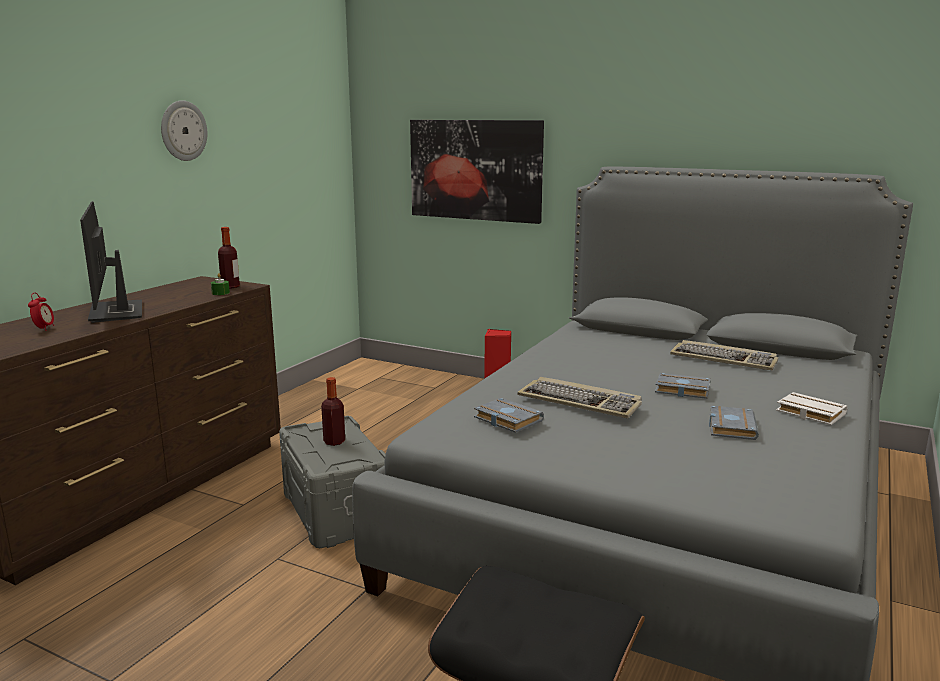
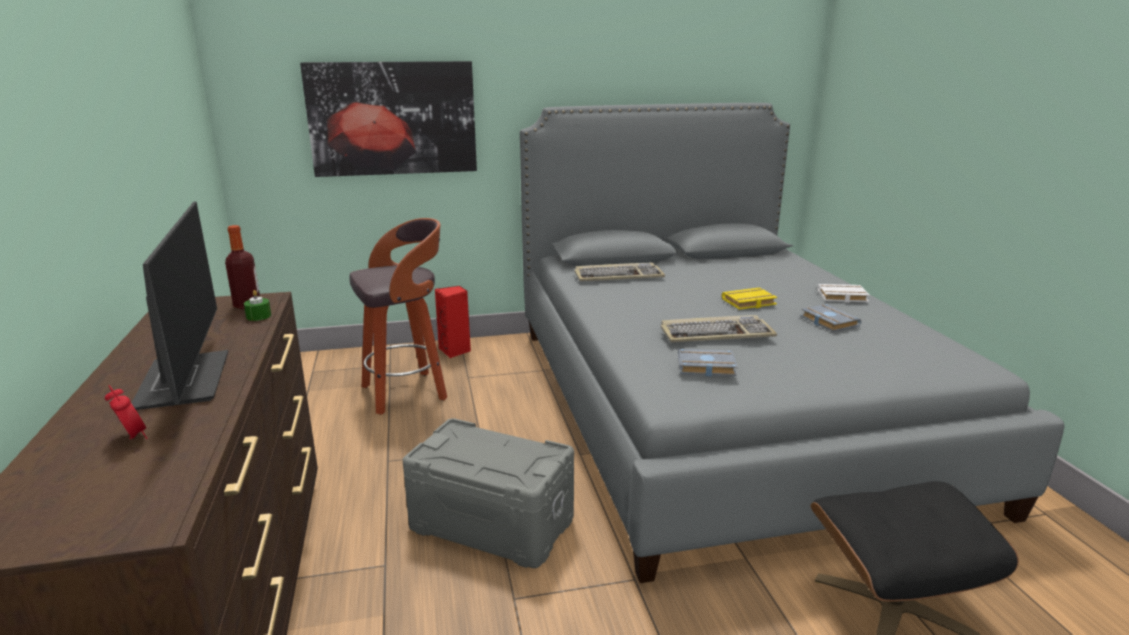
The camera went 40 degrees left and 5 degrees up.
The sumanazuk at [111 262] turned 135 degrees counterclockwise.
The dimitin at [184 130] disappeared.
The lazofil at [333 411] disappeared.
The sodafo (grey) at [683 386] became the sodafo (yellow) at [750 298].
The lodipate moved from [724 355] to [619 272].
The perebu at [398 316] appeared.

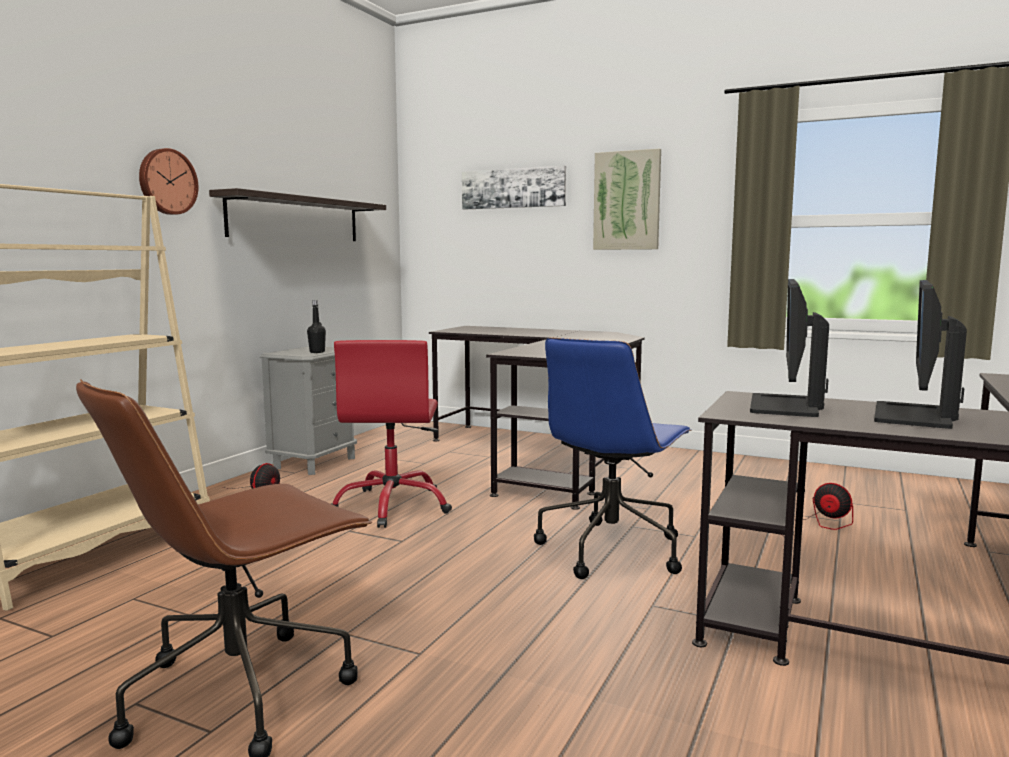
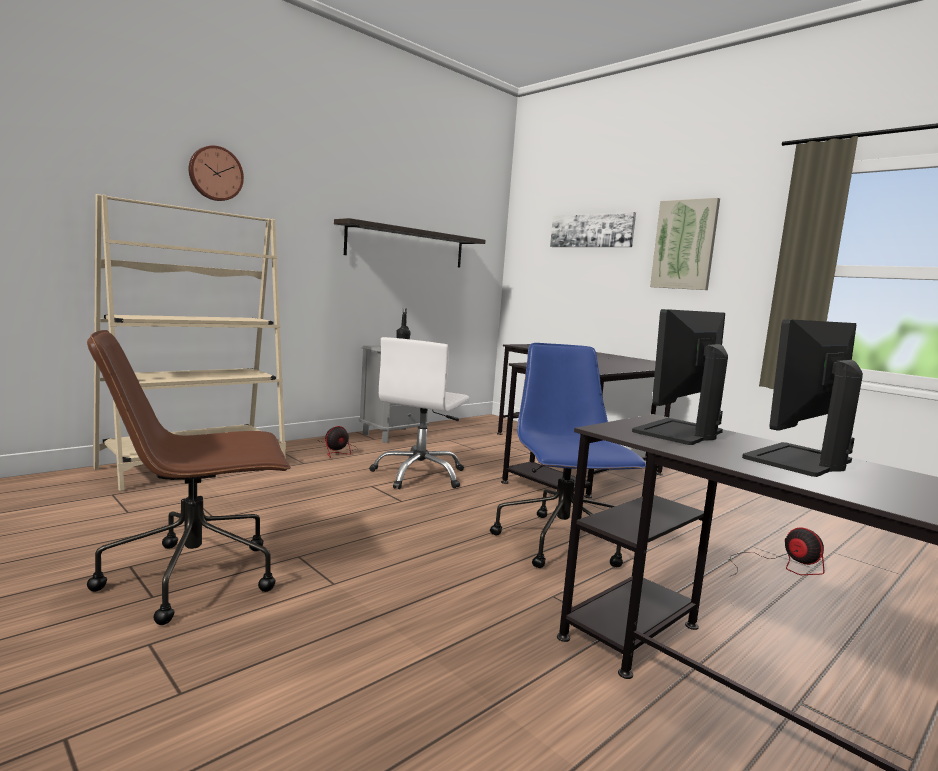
The camera went 20 degrees right and 0 degrees up.
The dimitin moved from [168 181] to [216 173].
The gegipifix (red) at [391 434] became the gegipifix (white) at [419 413].
The gegipifix (blue) at [613 458] turned 120 degrees clockwise.

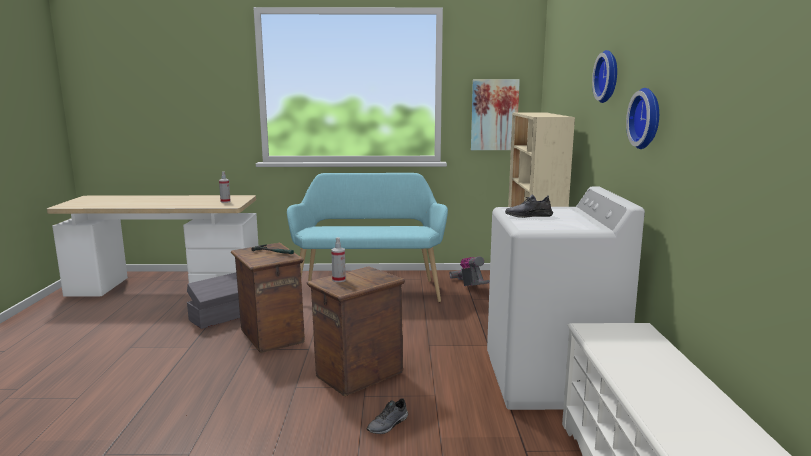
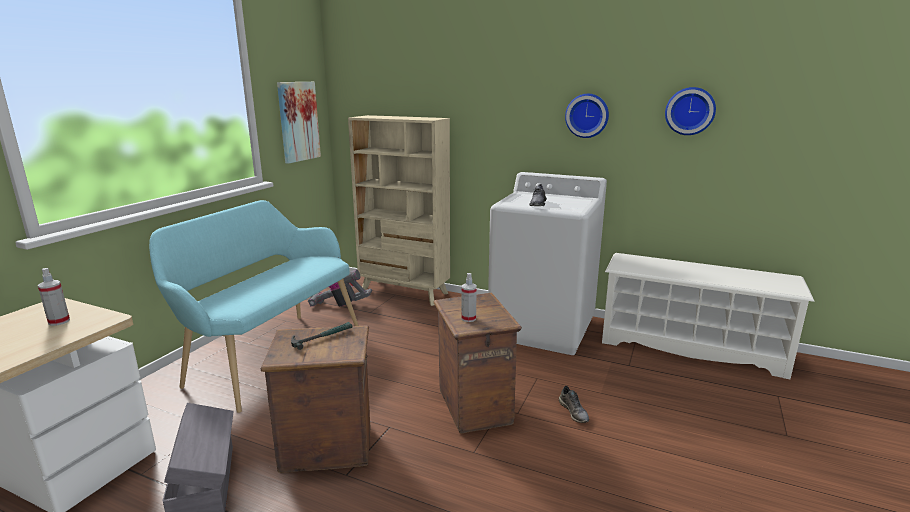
The camera went 65 degrees left and 5 degrees up.
The dimitin moved from [604 76] to [690 111].

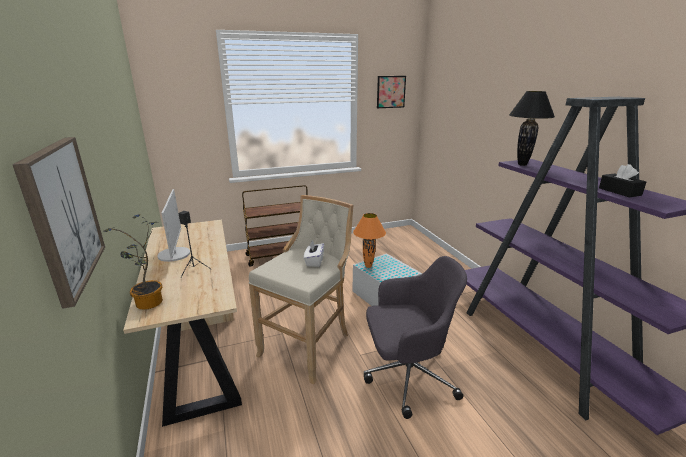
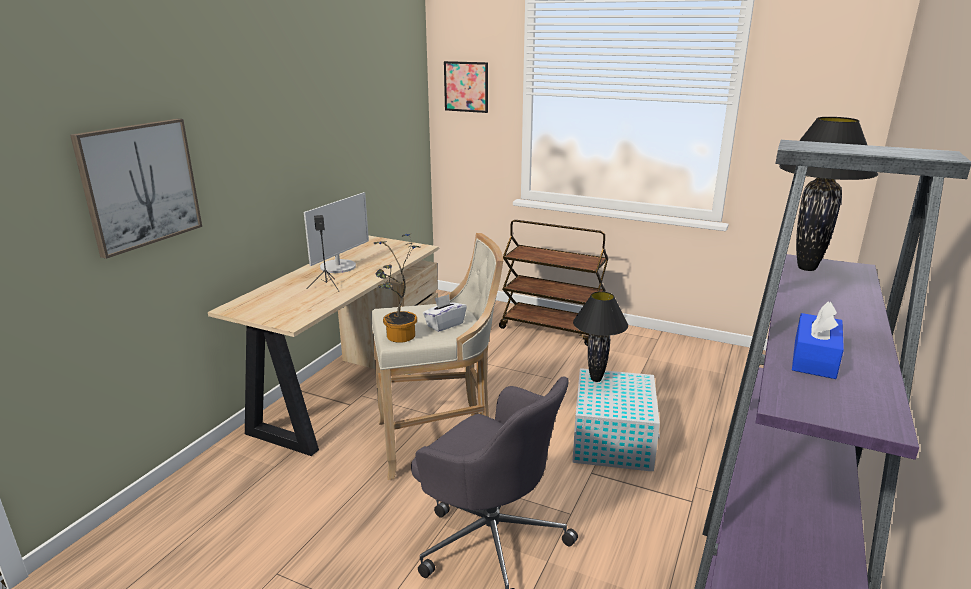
The camera went 45 degrees right and 0 degrees up.
The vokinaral moved from [133 262] to [397 288].
The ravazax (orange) at [369 240] became the ravazax (black) at [600 336].
The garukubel moved from [391 92] to [466 87].
The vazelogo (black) at [622 180] became the vazelogo (blue) at [818 340].

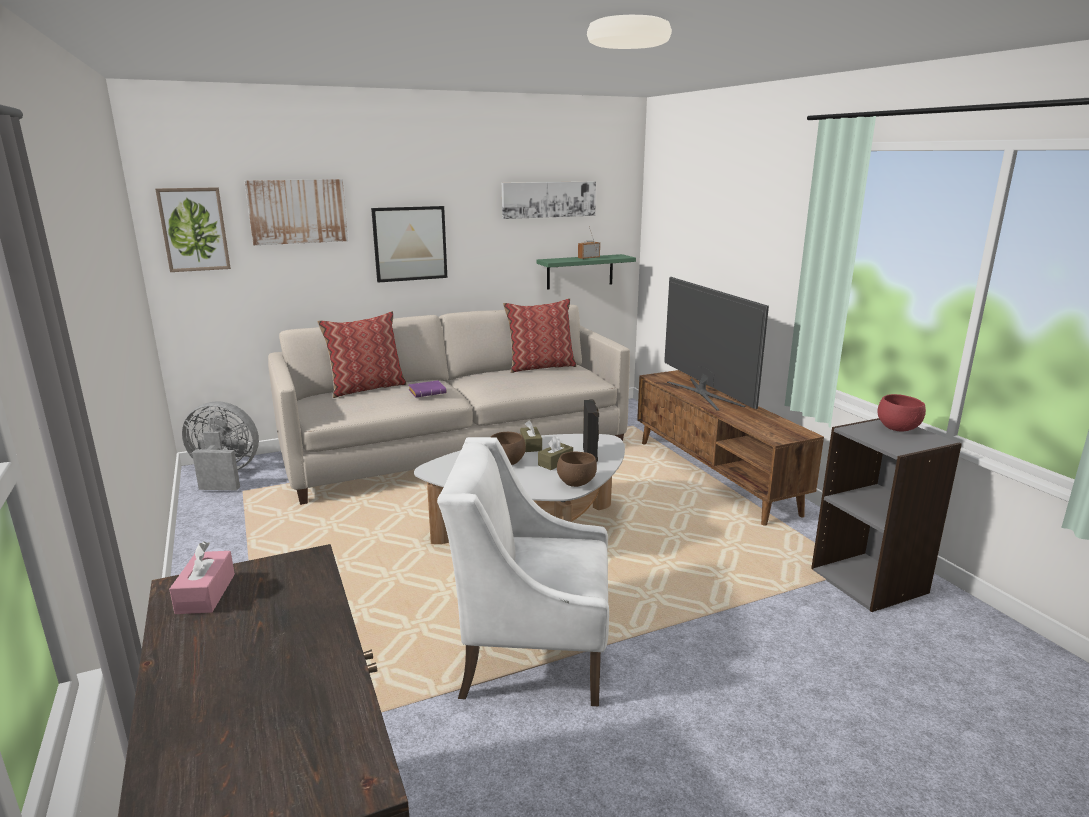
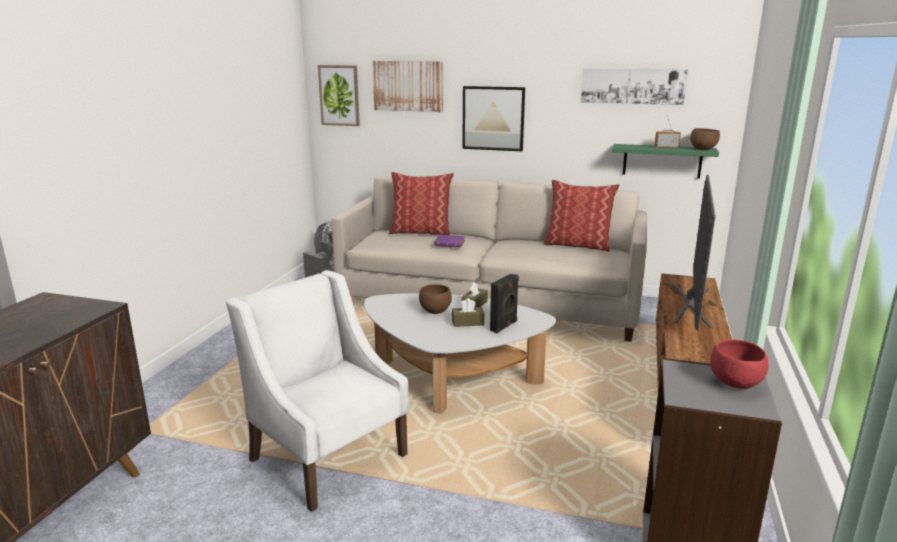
The camera went 40 degrees right and 0 degrees up.
The vazelogo (pink) at [202 577] disappeared.
The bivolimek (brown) moved from [577 469] to [705 139].

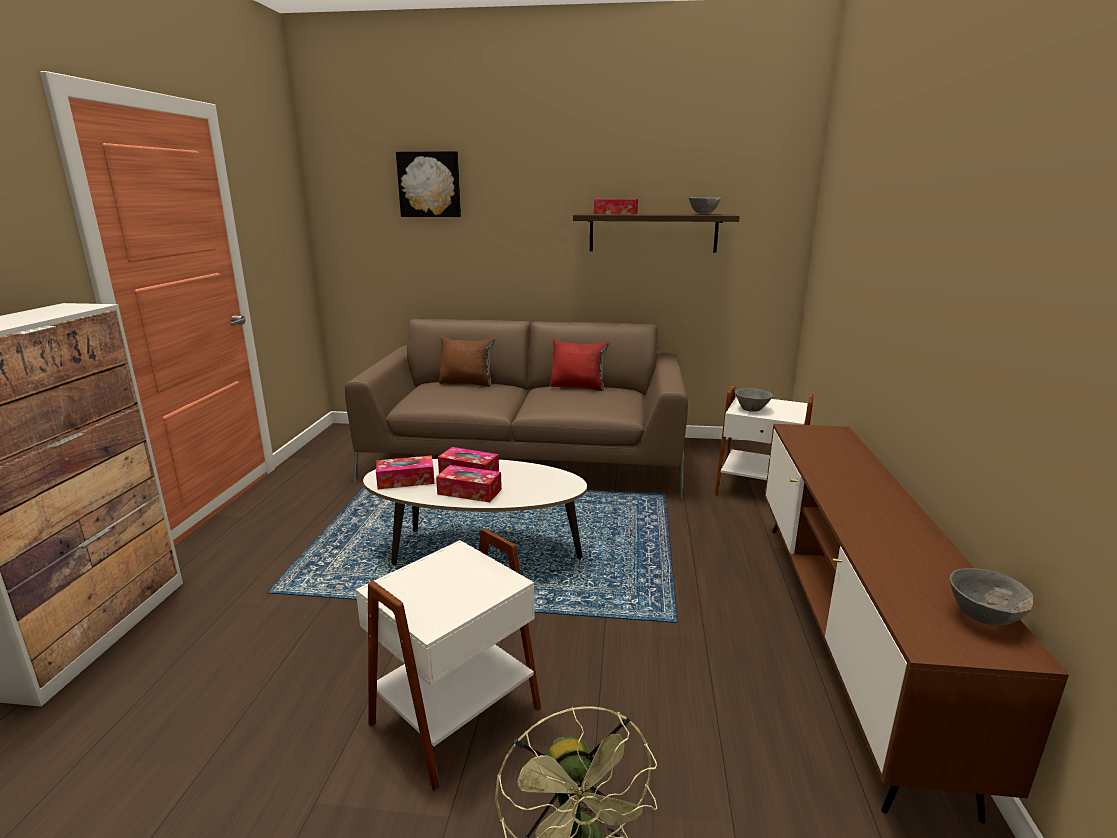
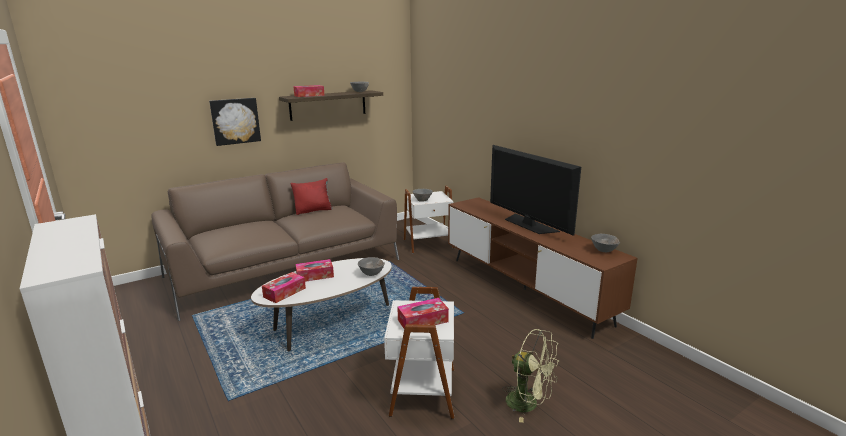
The camera went 40 degrees left and 0 degrees up.
The garukubel moved from [428 184] to [235 122].
The vazelogo moved from [469 483] to [423 313].
The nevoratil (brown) at [467 362] disappeared.
The bivolimek (grey) at [371 266] appeared.
The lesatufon at [535 190] appeared.

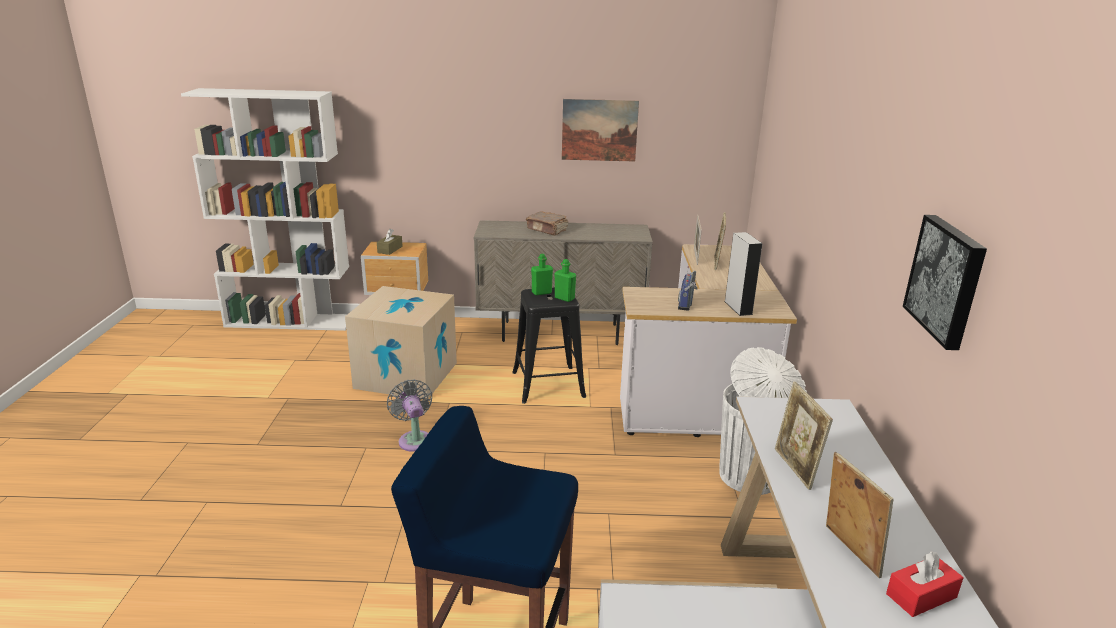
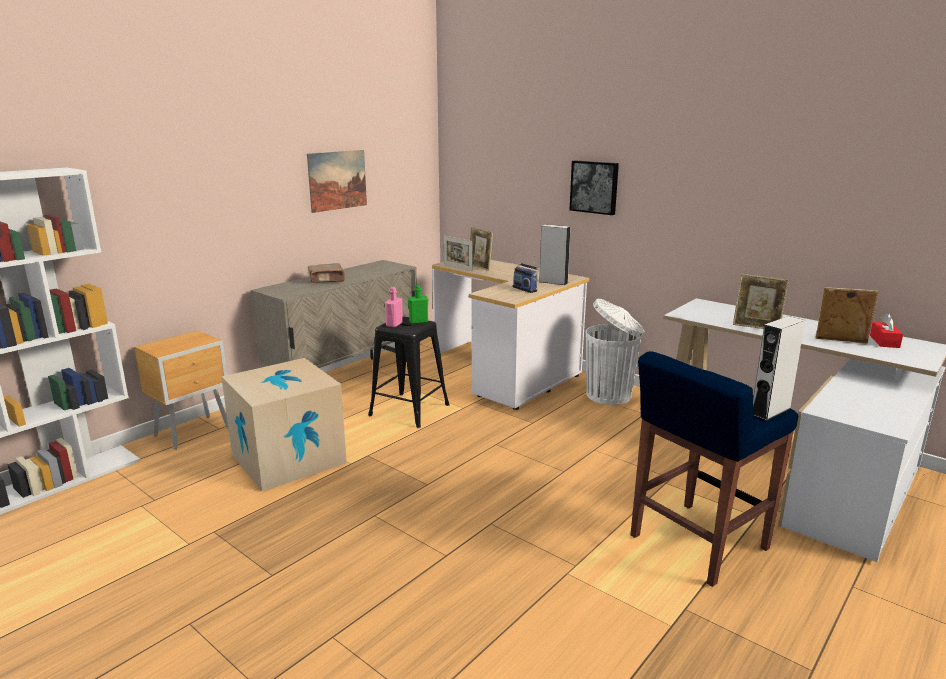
The camera went 50 degrees left and 5 degrees down.
The vazelogo (brown) at [390 242] disappeared.
The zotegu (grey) at [409 415] disappeared.
The lazofil (green) at [542 274] became the lazofil (pink) at [394 307].
The garukubel moved from [945 282] to [594 187].
The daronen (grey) at [779 368] appeared.

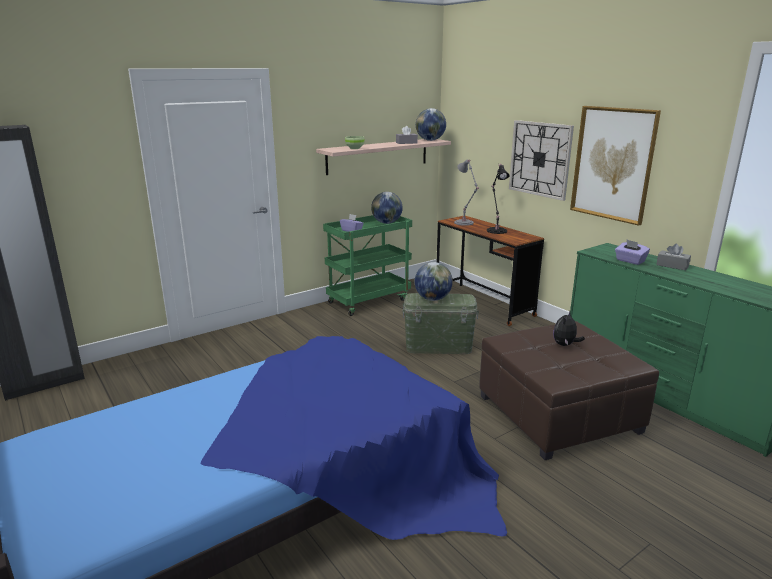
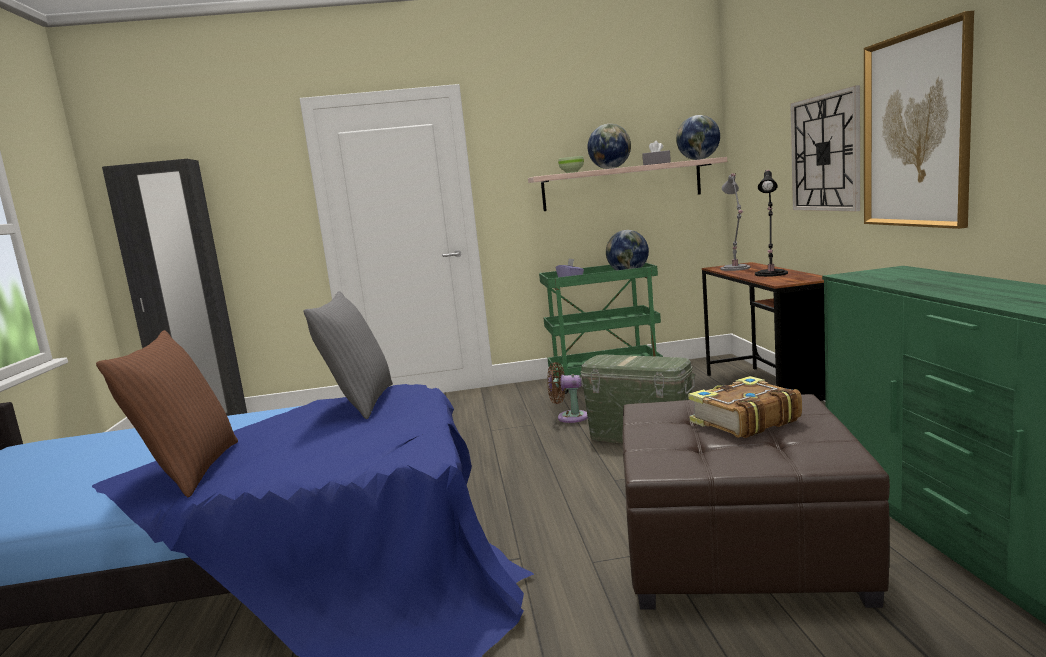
The camera went 30 degrees right and 10 degrees down.
The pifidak moved from [434 281] to [609 146].
The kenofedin at [569 328] was replaced by the sodafo at [745 407].
The vazelogo (purple) at [632 252] disappeared.
The vazelogo (grey) at [673 257] disappeared.
The nevoratil (brown) at [167 414] appeared.
The nevoratil (grey) at [348 355] appeared.
The zotegu (brown) at [567 392] appeared.

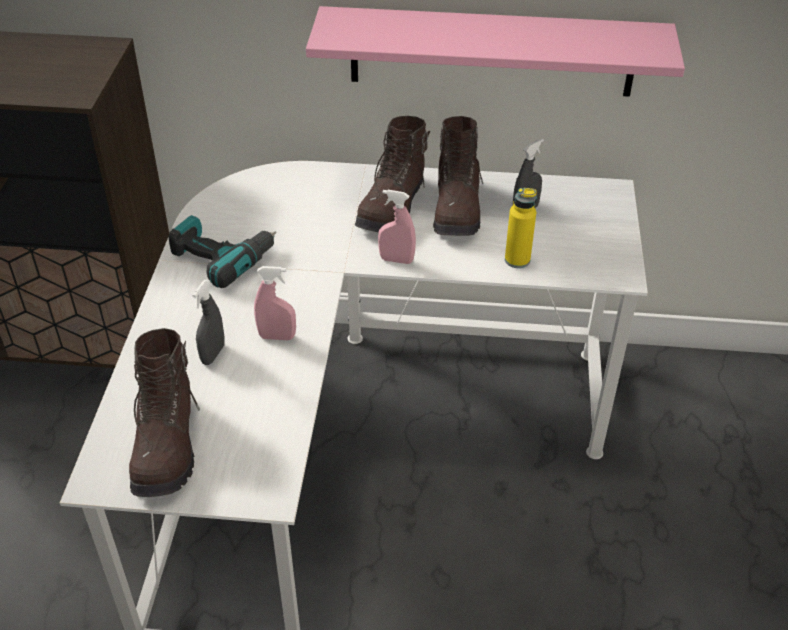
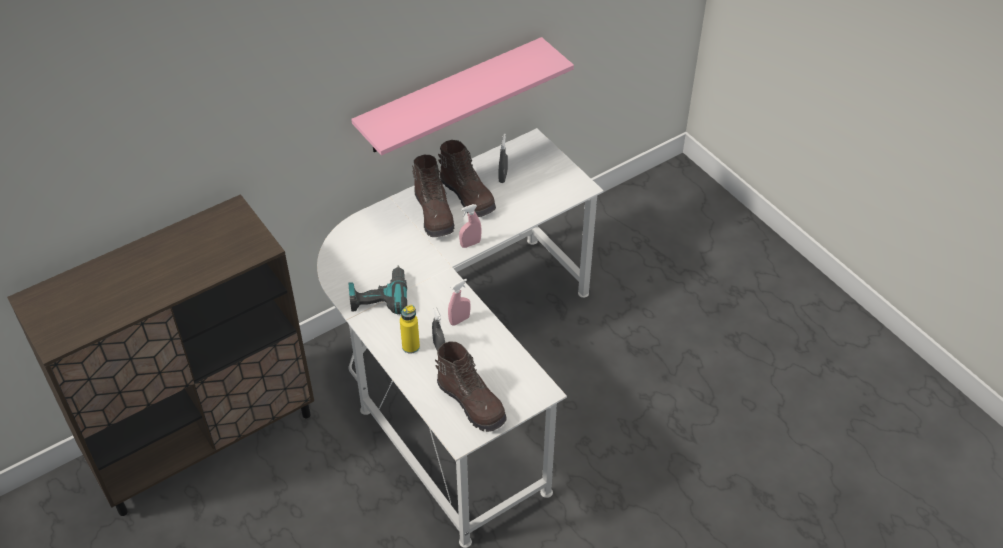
The camera went 40 degrees left and 5 degrees up.
The lazofil (yellow) moved from [521 228] to [410 329].

